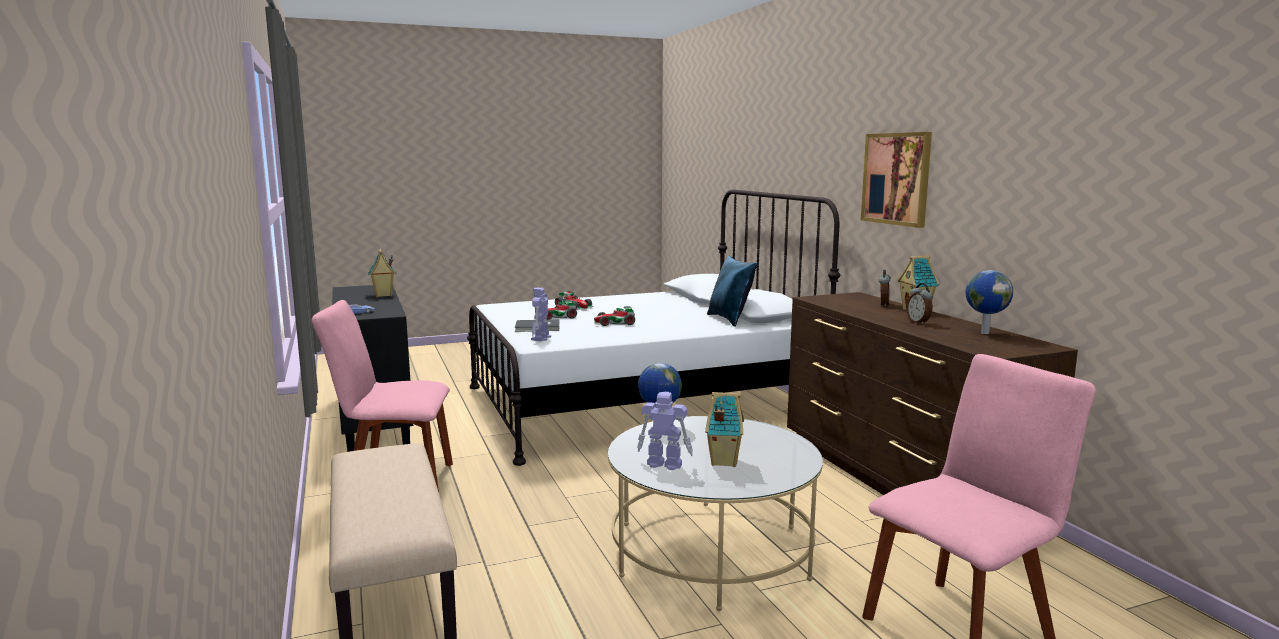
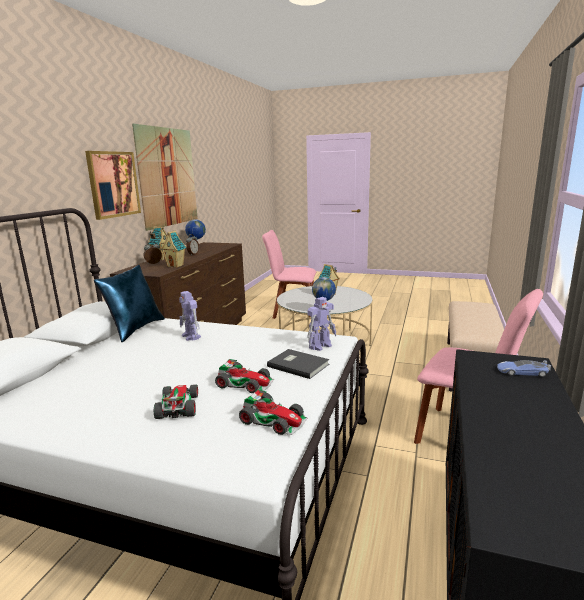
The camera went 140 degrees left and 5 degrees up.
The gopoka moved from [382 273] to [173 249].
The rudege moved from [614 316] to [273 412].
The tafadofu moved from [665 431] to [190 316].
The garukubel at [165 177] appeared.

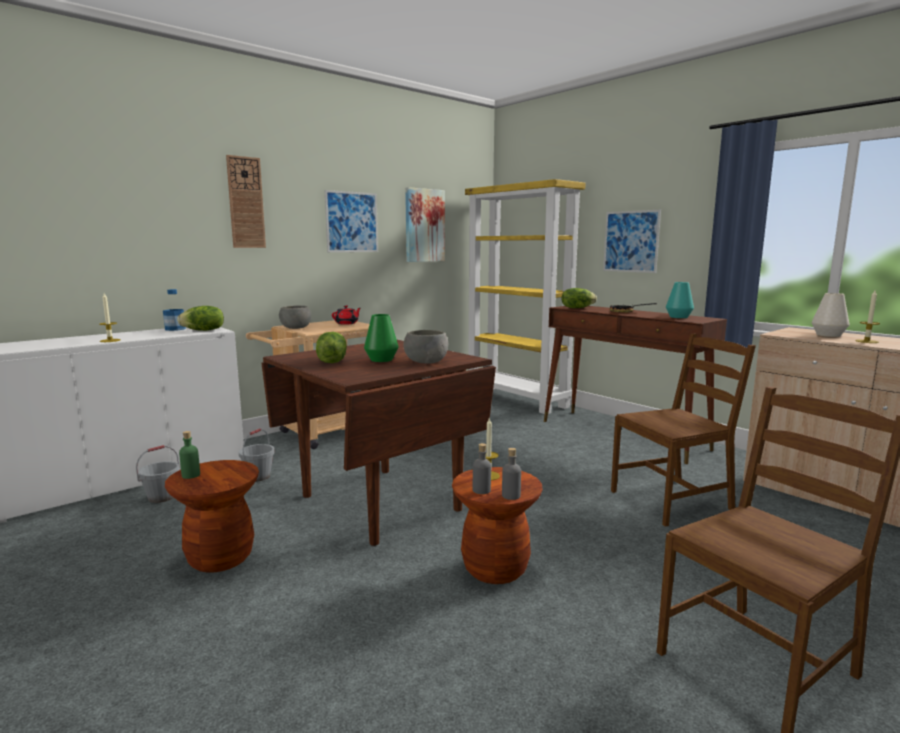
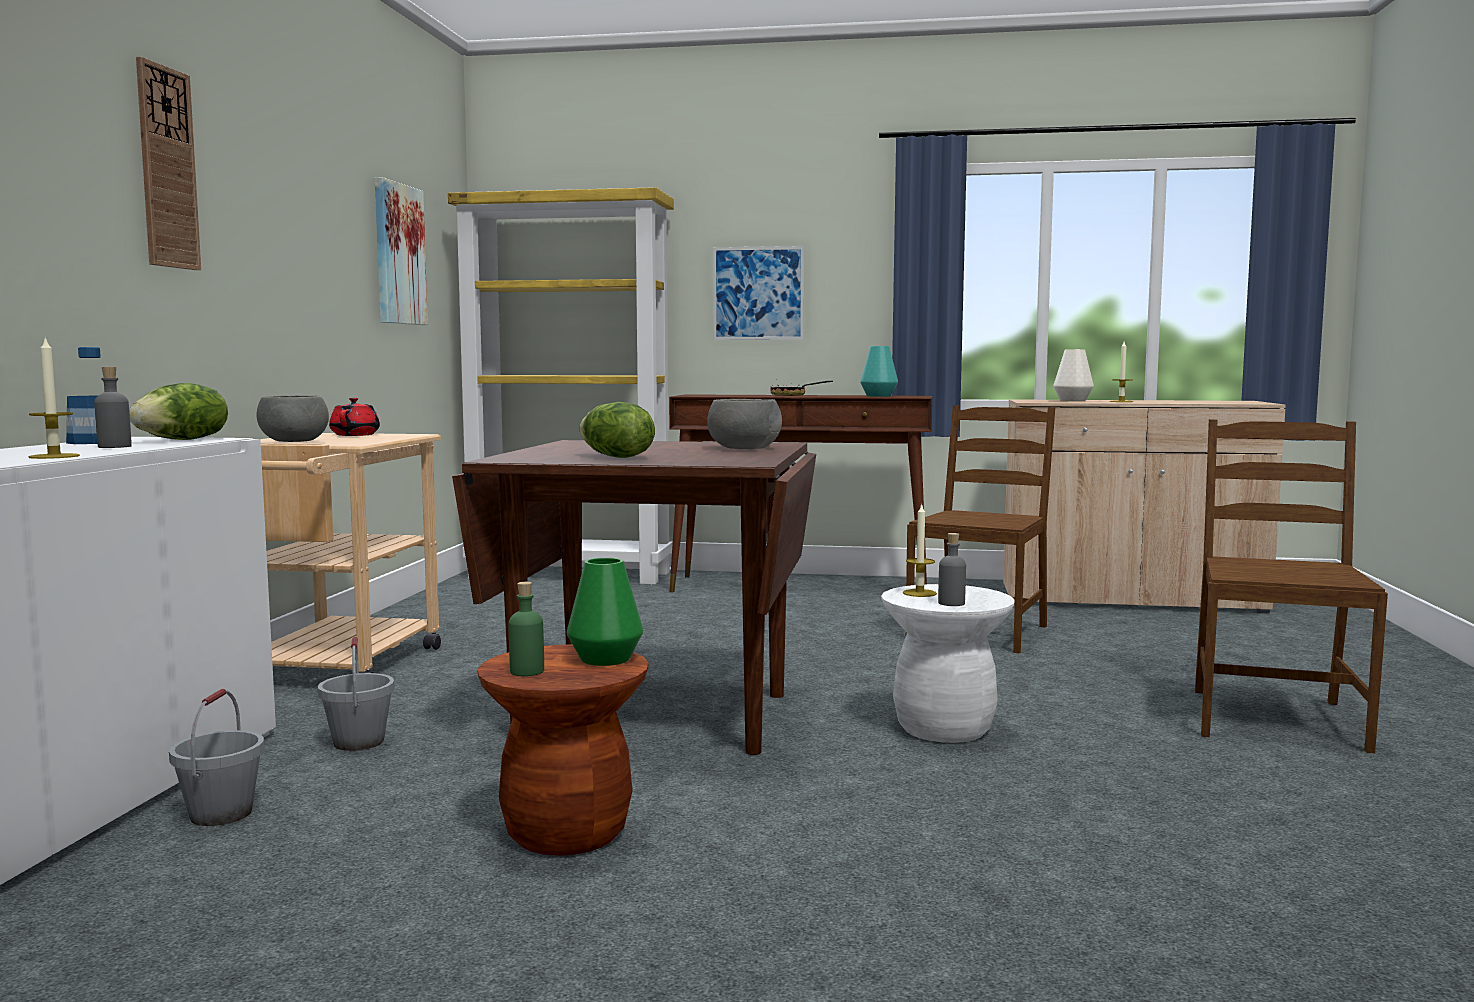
The camera went 40 degrees left and 5 degrees down.
The garukubel at [351 221] disappeared.
The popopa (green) moved from [381 338] to [605 612].
The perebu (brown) at [497 525] became the perebu (white) at [948 663].
The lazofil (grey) moved from [511 474] to [113 407].
The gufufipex at [579 298] disappeared.

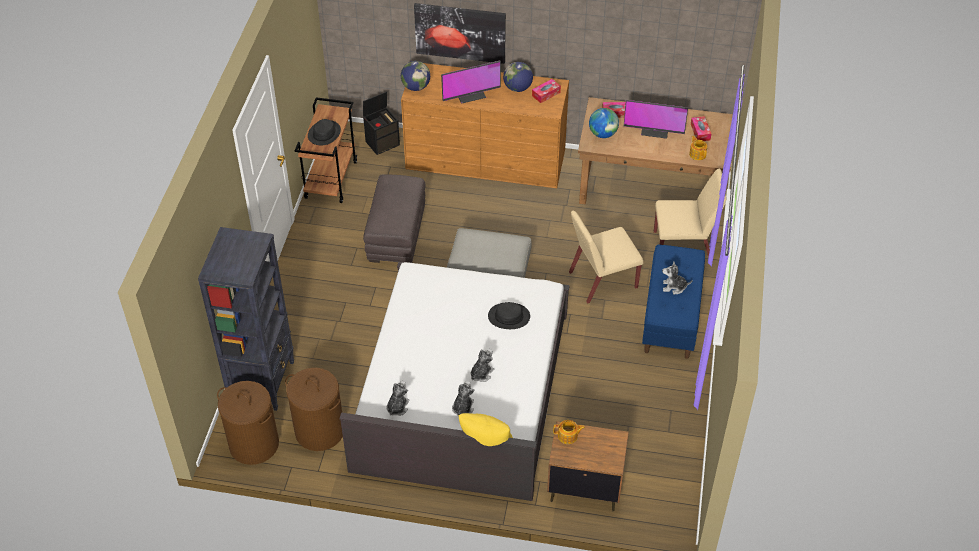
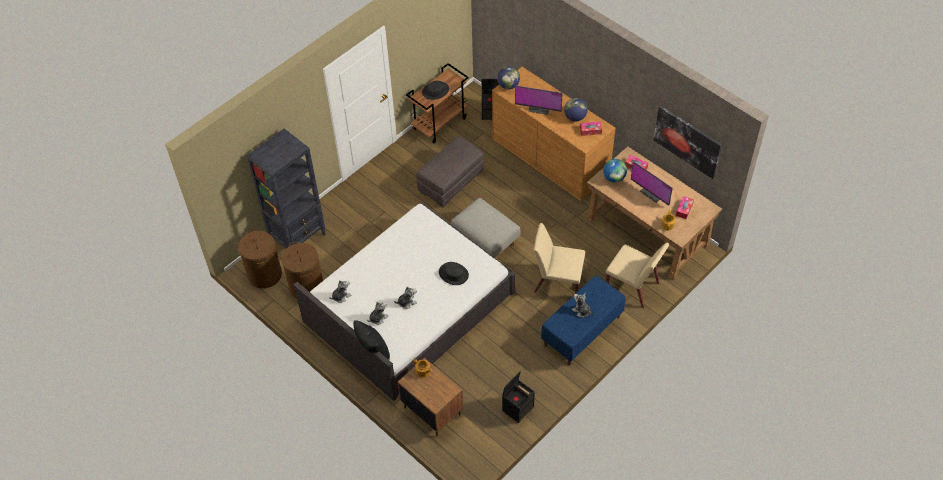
The camera went 35 degrees right and 5 degrees up.
The garukubel moved from [460 33] to [687 142].
The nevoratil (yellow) at [485 429] became the nevoratil (black) at [371 339].
The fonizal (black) at [518 396] appeared.

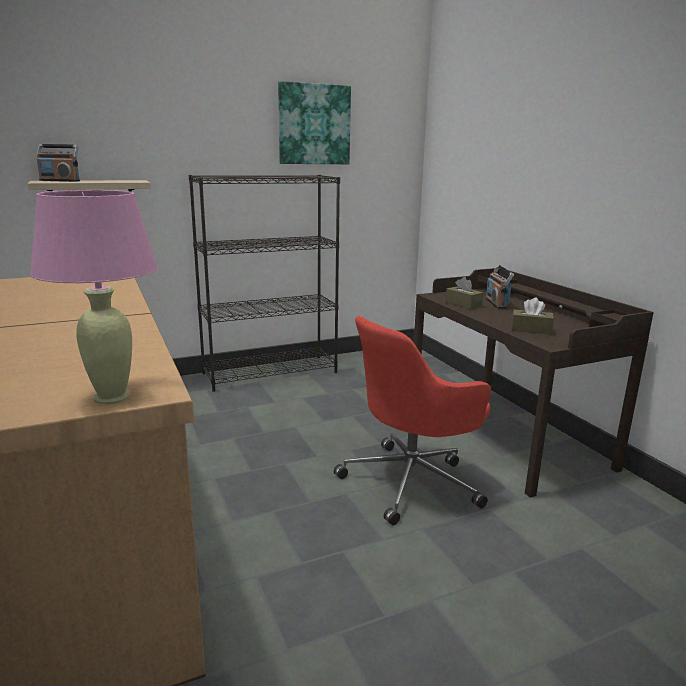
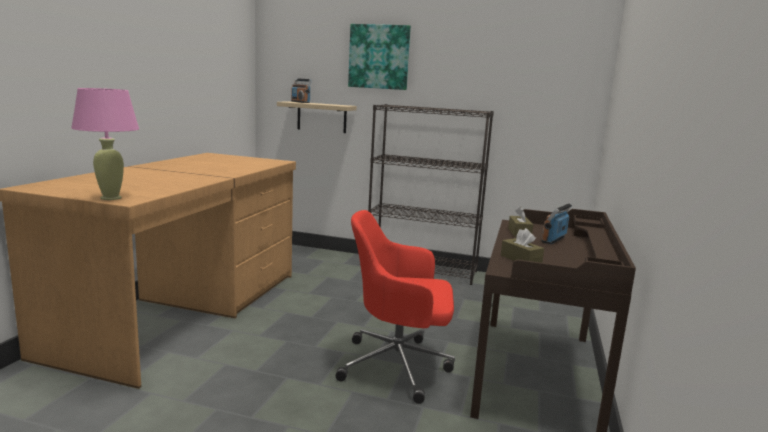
The camera went 40 degrees right and 5 degrees down.
The garukubel moved from [314 122] to [379 57].

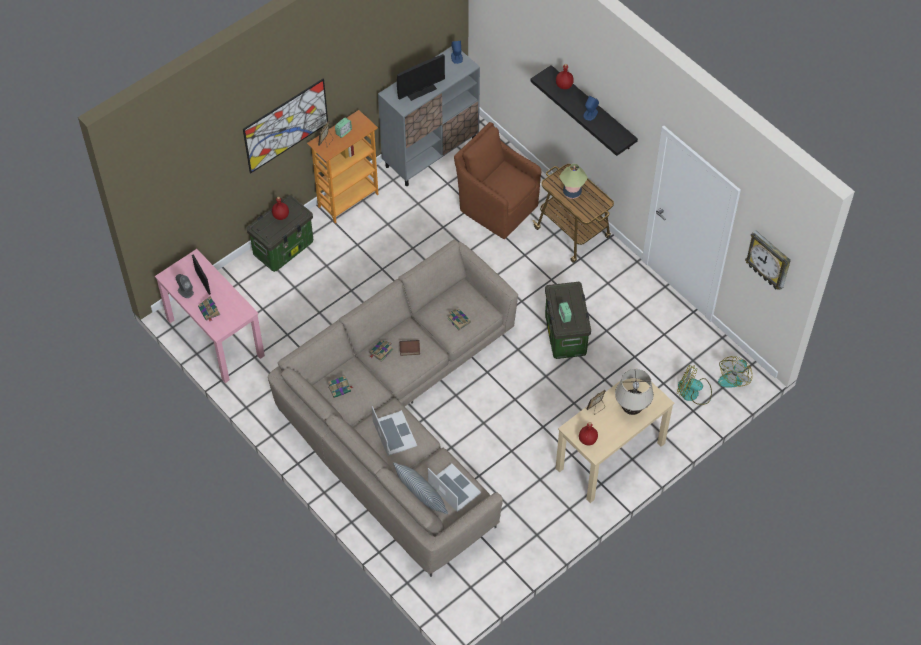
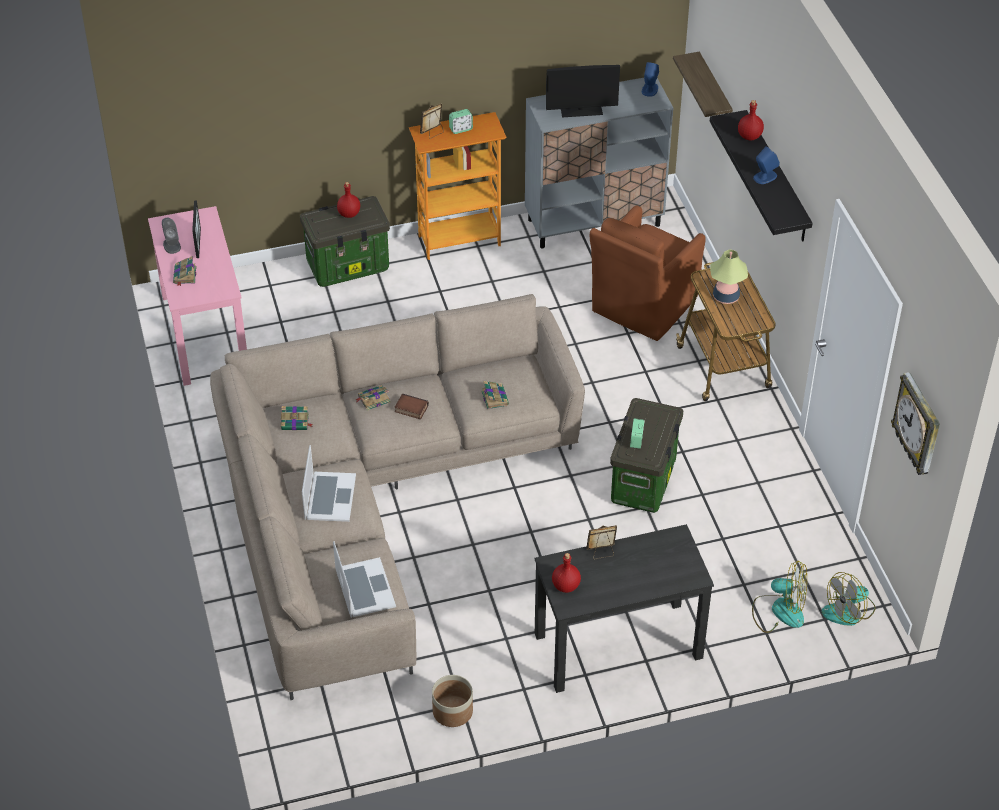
The camera went 25 degrees right and 10 degrees down.
The garukubel at [285 126] disappeared.
The nevoratil at [420 488] disappeared.
The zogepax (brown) at [497 180] turned 120 degrees counterclockwise.
The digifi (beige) at [614 435] became the digifi (black) at [624 608].
The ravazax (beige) at [634 392] disappeared.
The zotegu at [694 385] turned 150 degrees clockwise.
The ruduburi at [452 701] appeared.
The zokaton at [703 84] appeared.

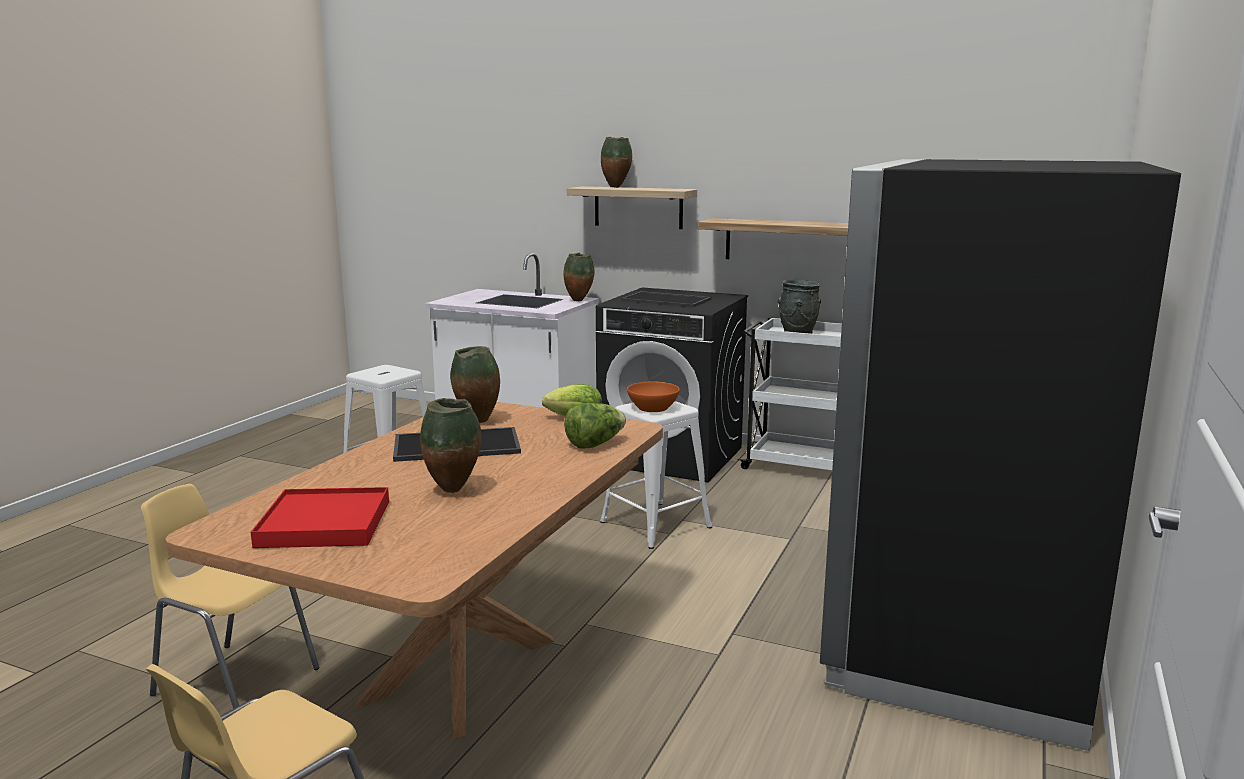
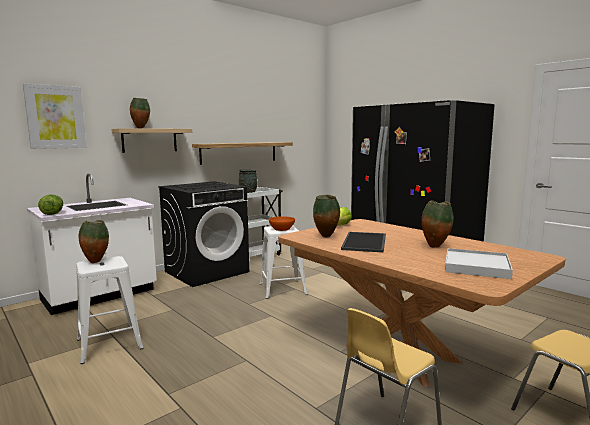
The camera went 65 degrees left and 5 degrees down.
The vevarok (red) at [320 517] became the vevarok (white) at [479 263].
The popopa moved from [579 277] to [93 241].
The gufufipex moved from [595 426] to [50 205].
The garukubel at [54 116] appeared.

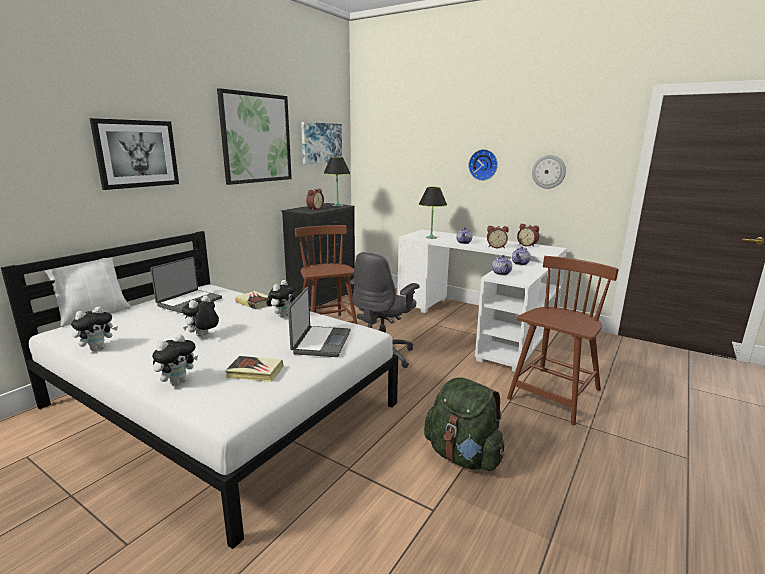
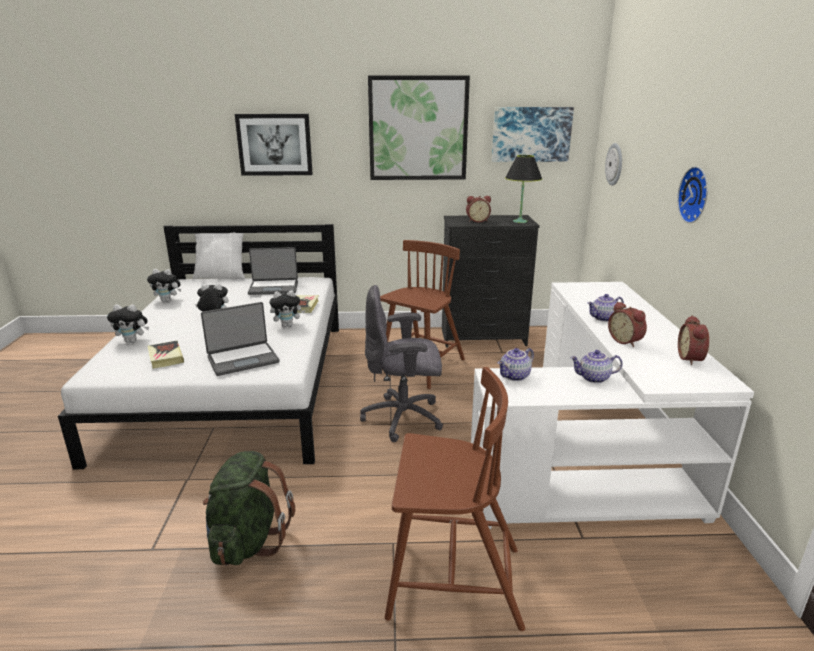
The camera went 55 degrees right and 5 degrees up.
The ravazax (black) at [433 213] disappeared.
The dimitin moved from [549 172] to [613 164].

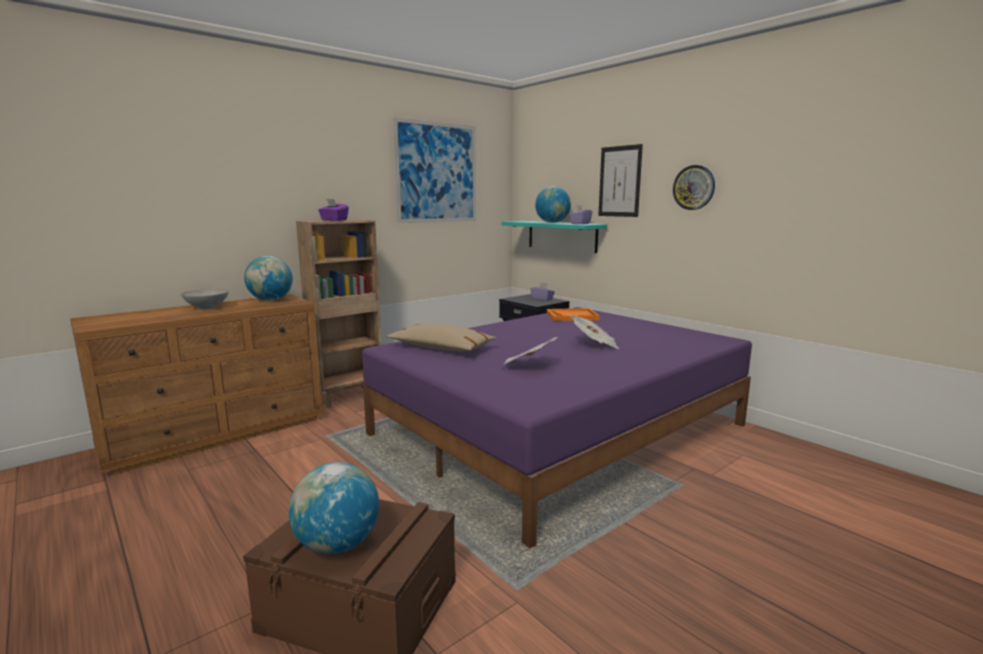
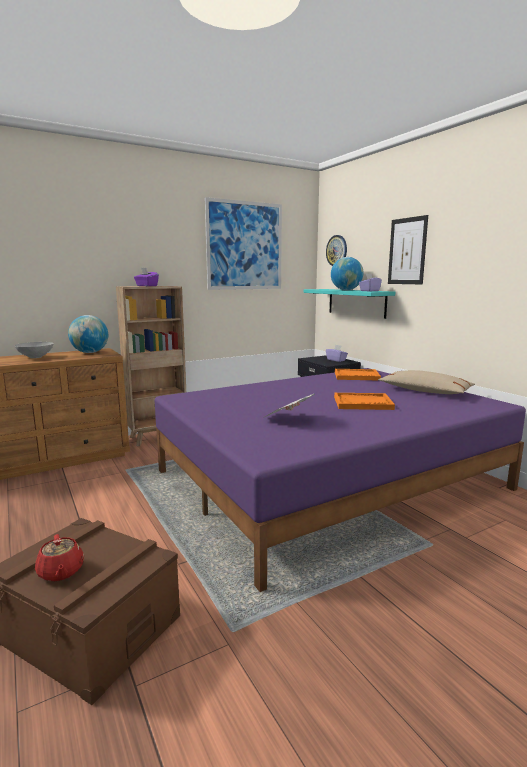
The camera went 10 degrees right and 0 degrees up.
The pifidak at [334 508] was replaced by the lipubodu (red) at [59 557].
The nevoratil (beige) moved from [441 337] to [426 382].
The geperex at [594 332] was replaced by the vevarok (orange) at [364 401].
The dimitin moved from [694 187] to [336 250].

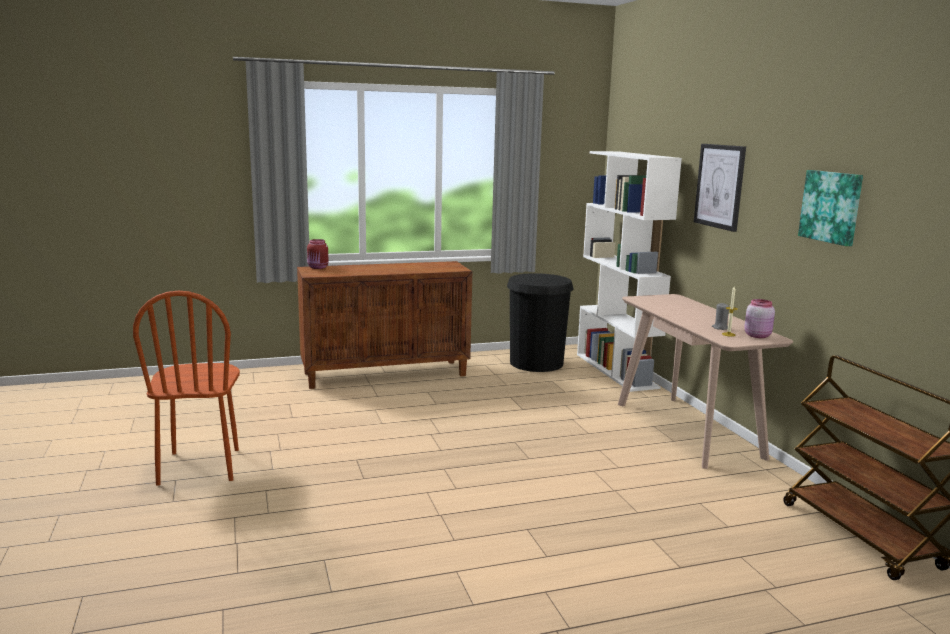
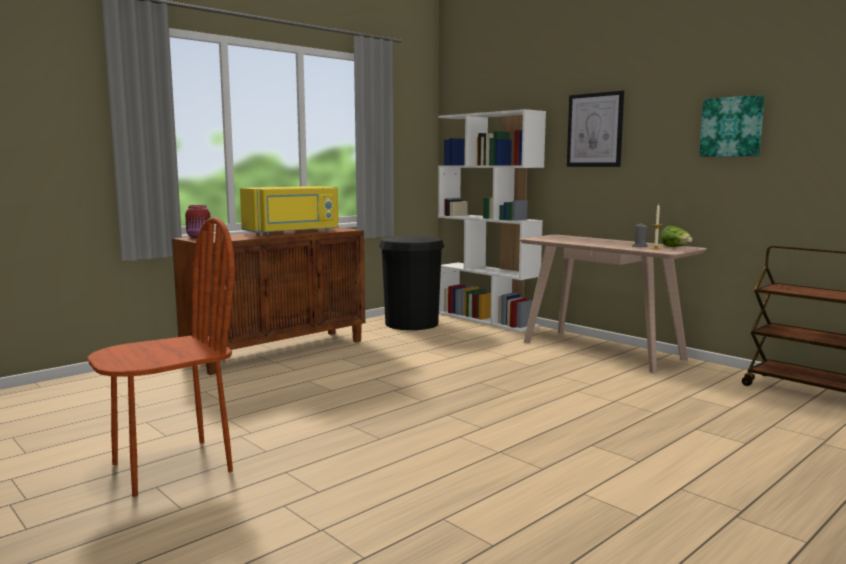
The camera went 25 degrees left and 5 degrees down.
The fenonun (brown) at [186 388] turned 90 degrees counterclockwise.
The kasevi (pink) at [759 318] was replaced by the gufufipex at [676 236].
The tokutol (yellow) at [289 210] appeared.

